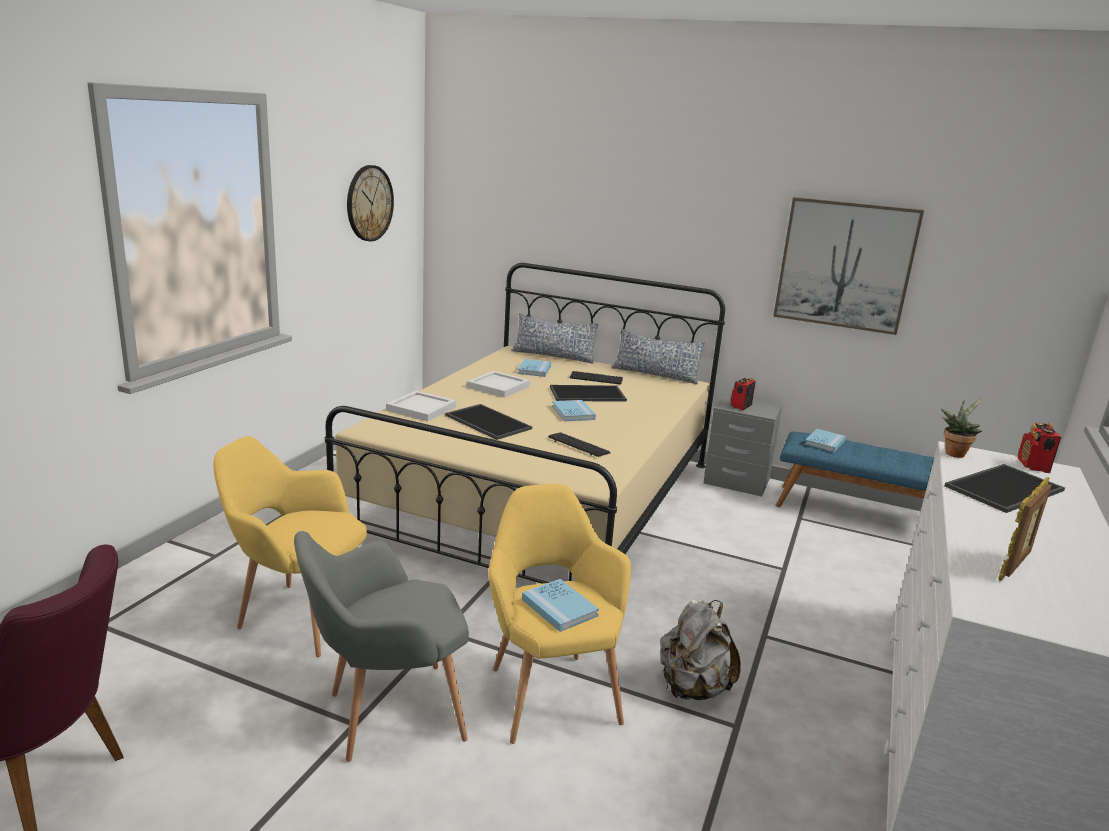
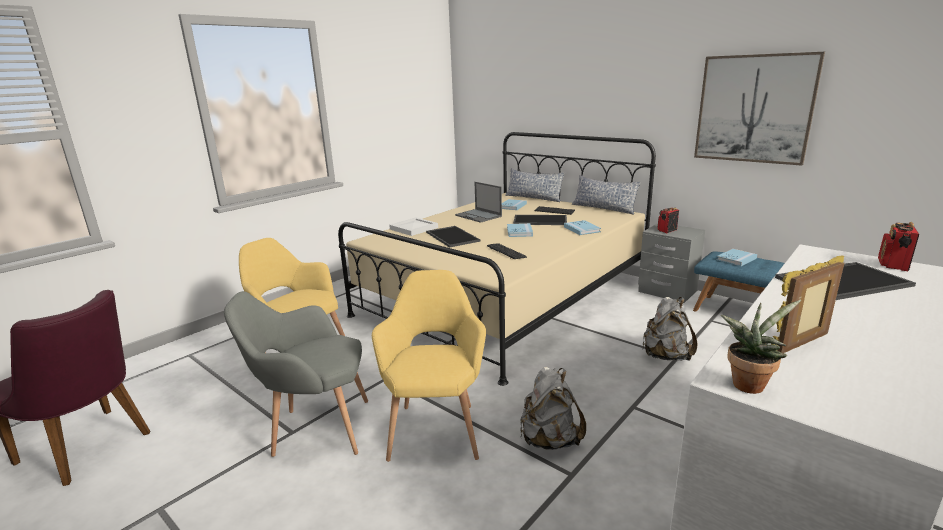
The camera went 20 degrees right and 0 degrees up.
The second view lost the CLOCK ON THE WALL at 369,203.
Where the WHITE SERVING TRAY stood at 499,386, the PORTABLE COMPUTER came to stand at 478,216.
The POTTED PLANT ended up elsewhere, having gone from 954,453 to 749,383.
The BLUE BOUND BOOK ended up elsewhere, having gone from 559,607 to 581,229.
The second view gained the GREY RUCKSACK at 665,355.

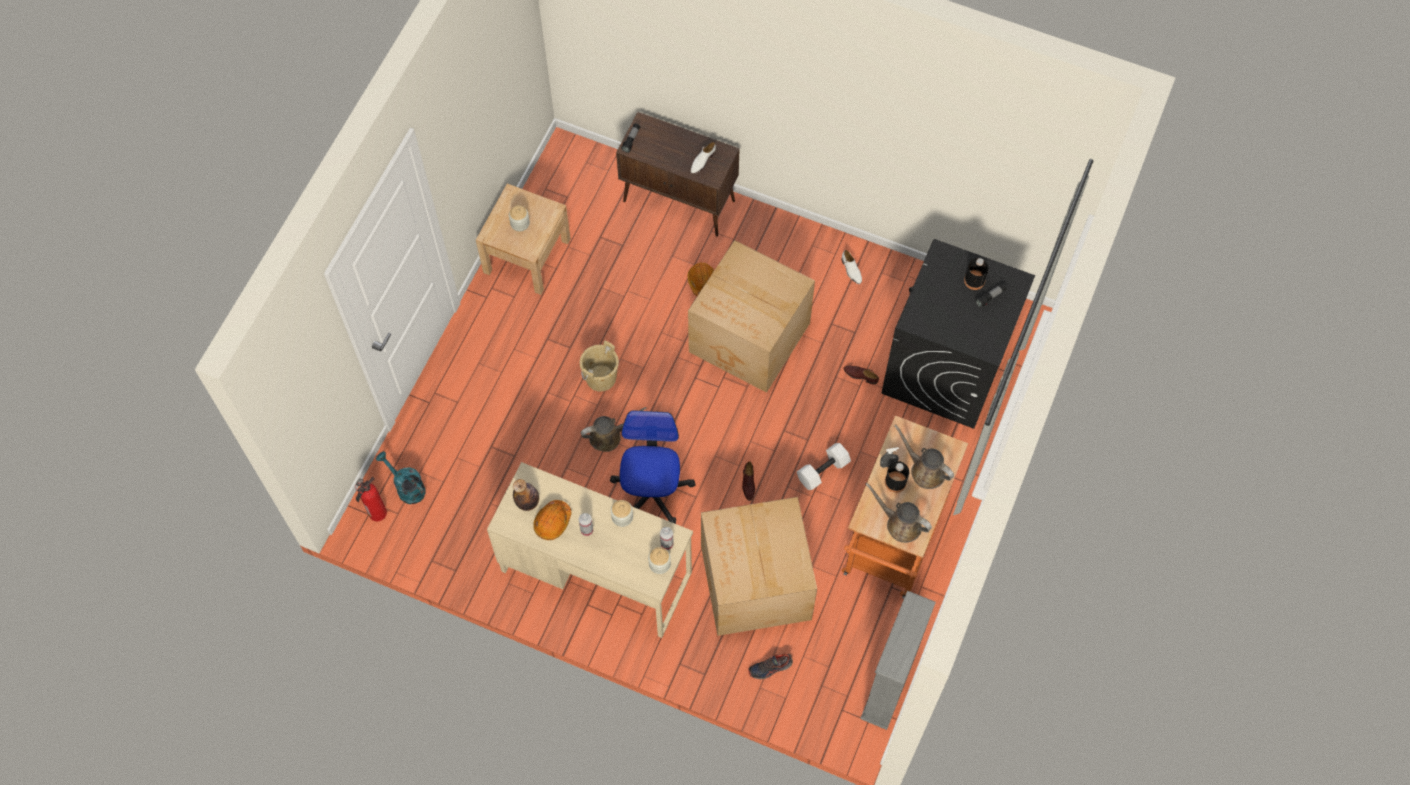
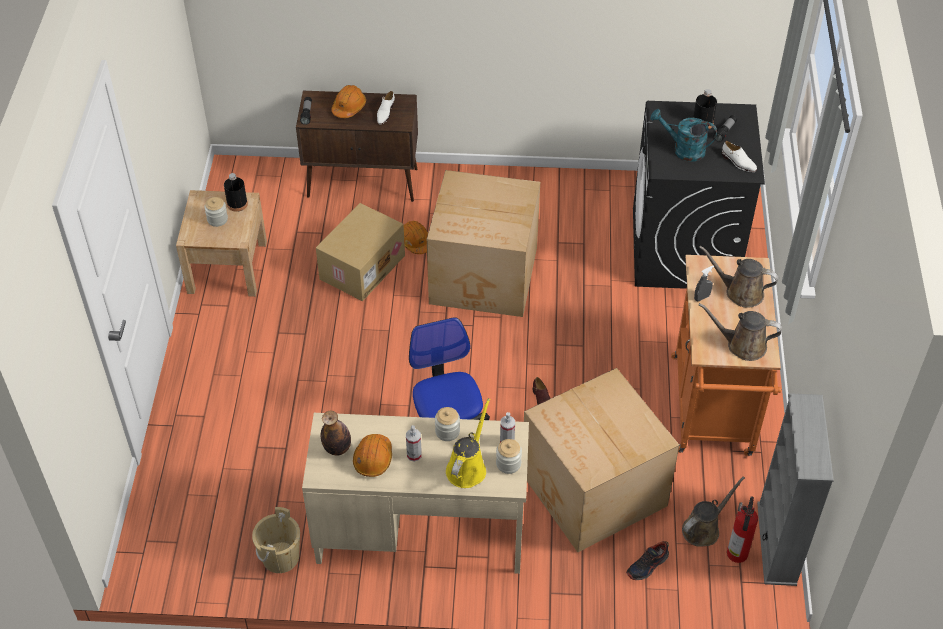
The camera went 20 degrees left and 15 degrees down.
The WHITE LOW SHOE ended up elsewhere, having gone from 851,270 to 738,162.
The BEIGE-COLOURED BUCKET ended up elsewhere, having gone from 601,377 to 280,557.
The second view lost the BROWN LOW SHOE at 860,375.
The BROWN WATERING CAN ended up elsewhere, having gone from 608,436 to 703,528.
The second view lost the WHITE DUMBBELL at 823,470.
The TURQUOISE-COLOURED WATERING CAN ended up elsewhere, having gone from 407,487 to 683,149.
The BLACKISH DRINK BOTTLE ended up elsewhere, having gone from 895,482 to 237,204.
The EXTINGUISHER ended up elsewhere, having gone from 376,514 to 737,555.
The second view gained the ORANGE-COLOURED SAFETY HELMET at 349,107.
The second view gained the PACKING BOX at 361,266.
The second view gained the YELLOWISH WATERING CAN at 467,467.

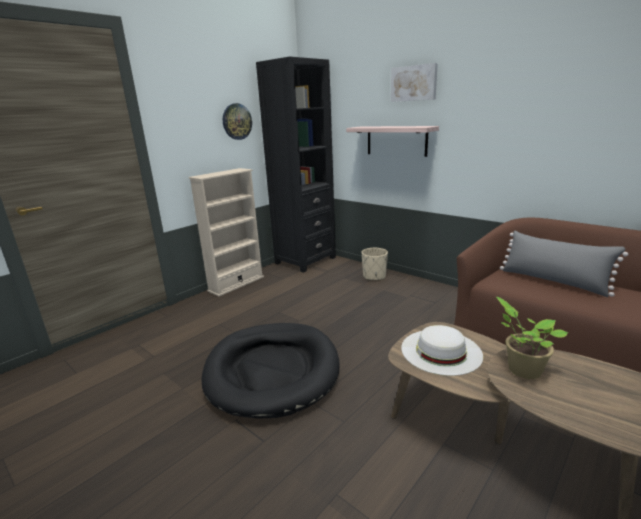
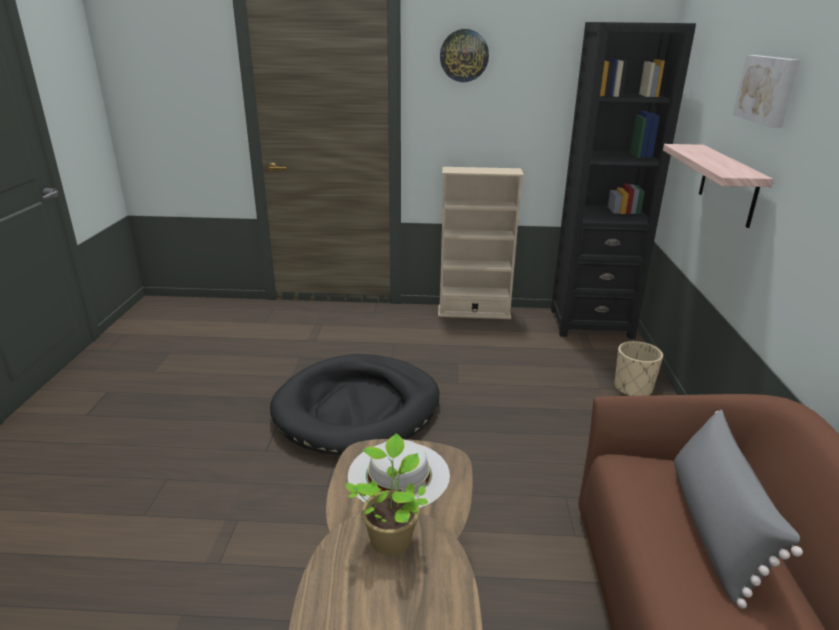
The camera went 50 degrees right and 5 degrees up.
The CLOCK ON THE WALL ended up elsewhere, having gone from 237,121 to 464,55.

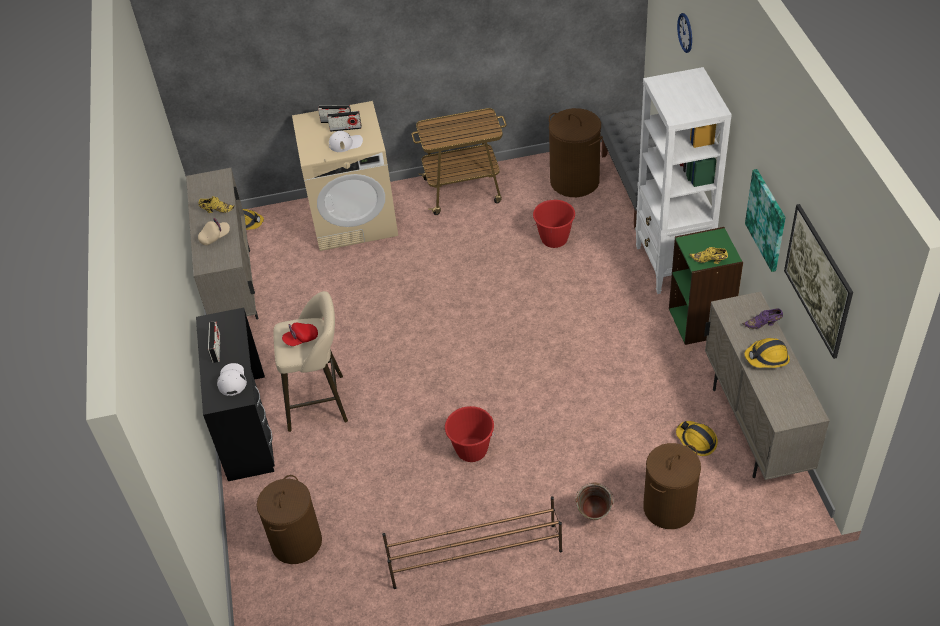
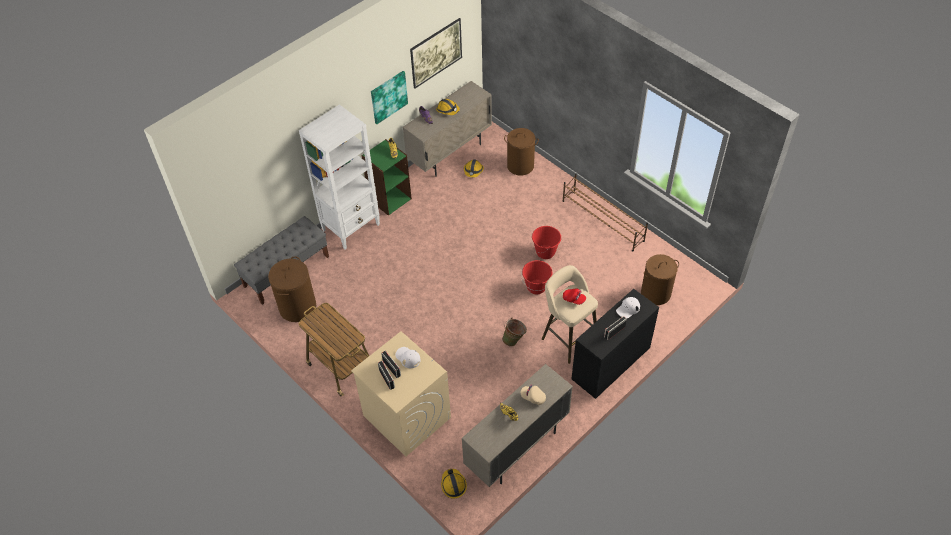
The camera went 125 degrees left and 5 degrees up.
The second view lost the CLOCK ON THE WALL at 685,32.
The RED-COLOURED BUCKET ended up elsewhere, having gone from 554,239 to 536,287.
The GREEN-COLOURED BUCKET ended up elsewhere, having gone from 593,518 to 514,340.

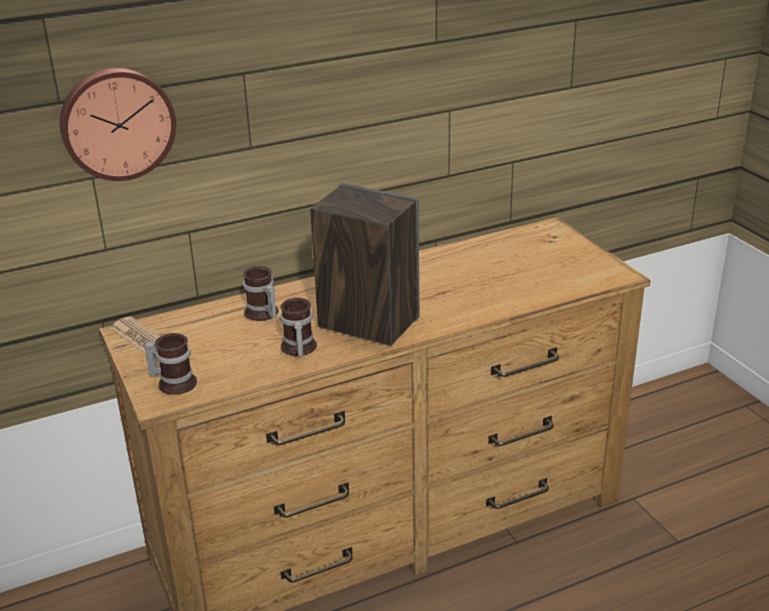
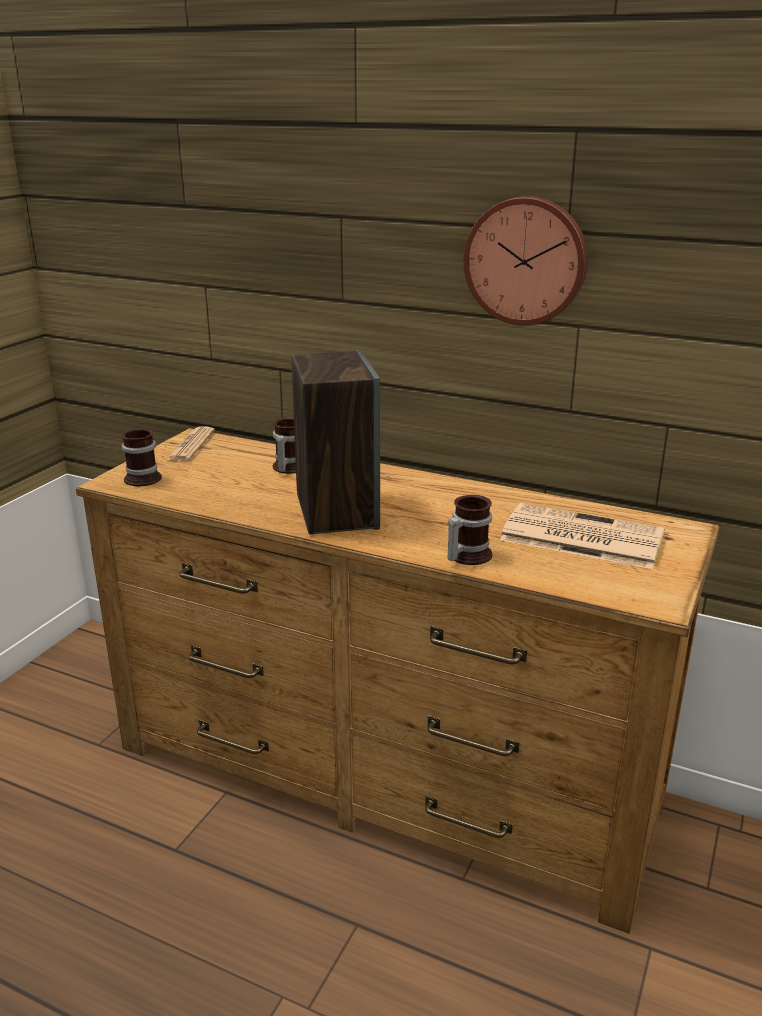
The camera went 50 degrees right and 5 degrees down.
The CLOCK ON THE WALL ended up elsewhere, having gone from 117,123 to 526,260.
The COFFEE MUG ended up elsewhere, having gone from 297,348 to 465,555.
The second view gained the DAILY PAPER at 579,537.

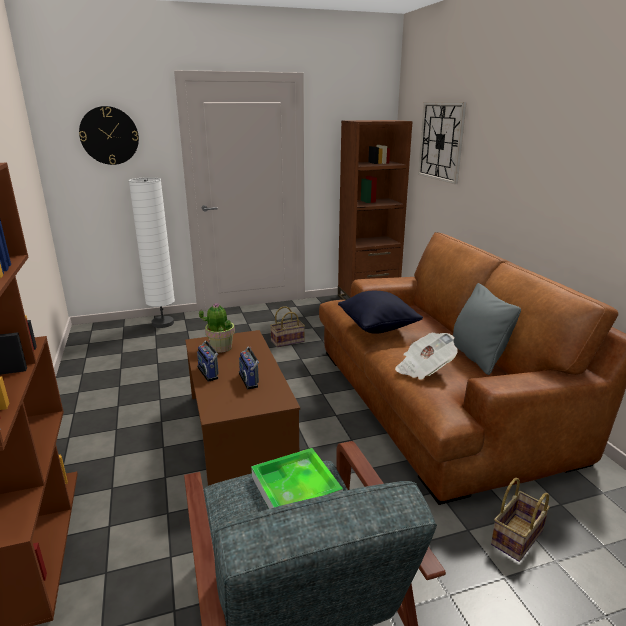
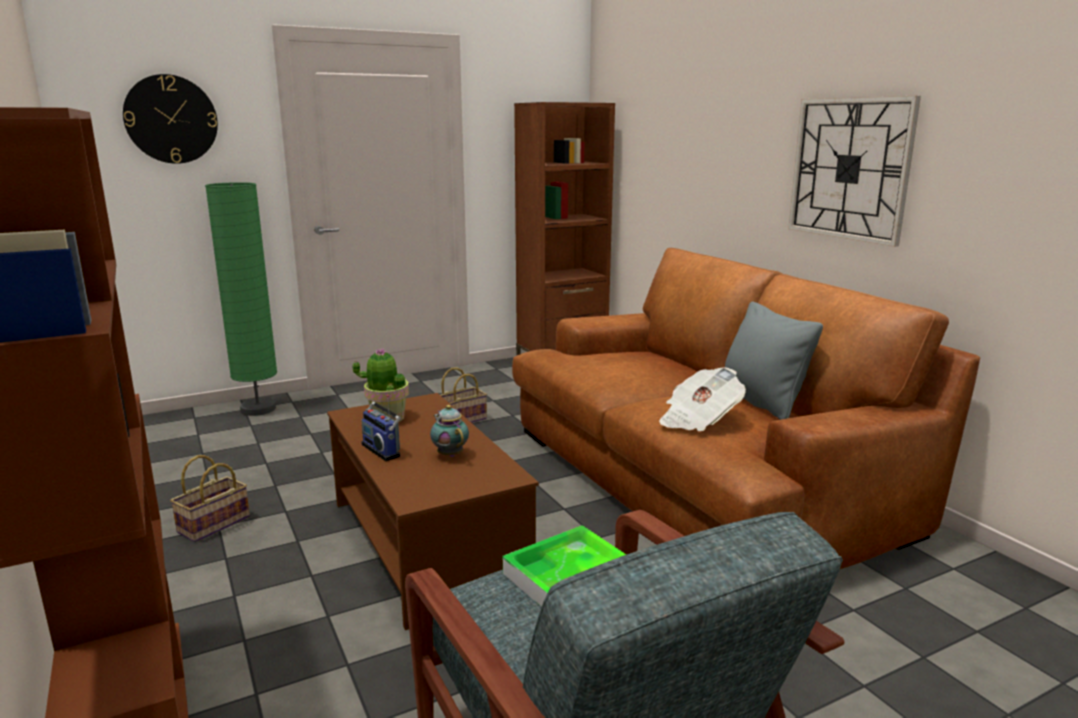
The camera went 10 degrees left and 5 degrees down.
The CLOCK ON THE WALL ended up elsewhere, having gone from 441,141 to 849,169.
What was the WHITE FLOOR LAMP at 163,323 turned into the GREEN-COLOURED FLOOR LAMP at 258,409.
The second view lost the BLACKISH CUSHION at 378,327.
Where the RADIO SET stood at 250,380, the POT FOR TEA came to stand at 450,454.
The HOUSEHOLD BASKET ended up elsewhere, having gone from 517,539 to 213,525.

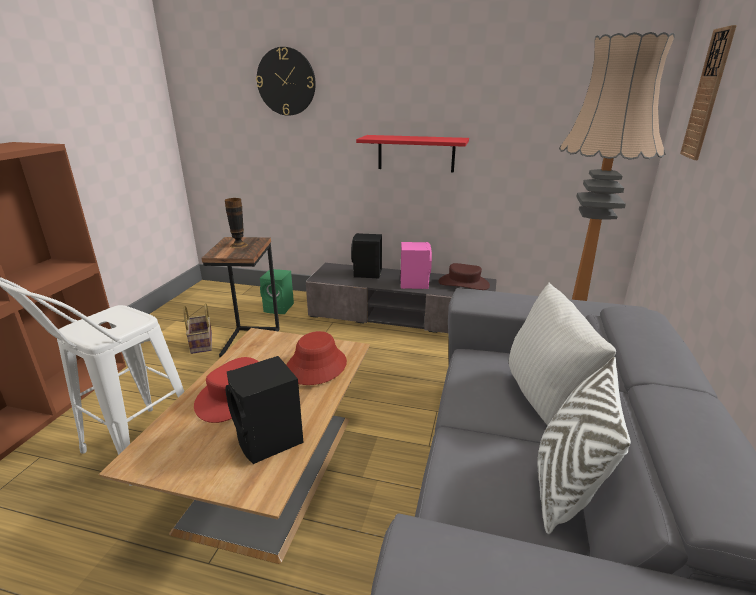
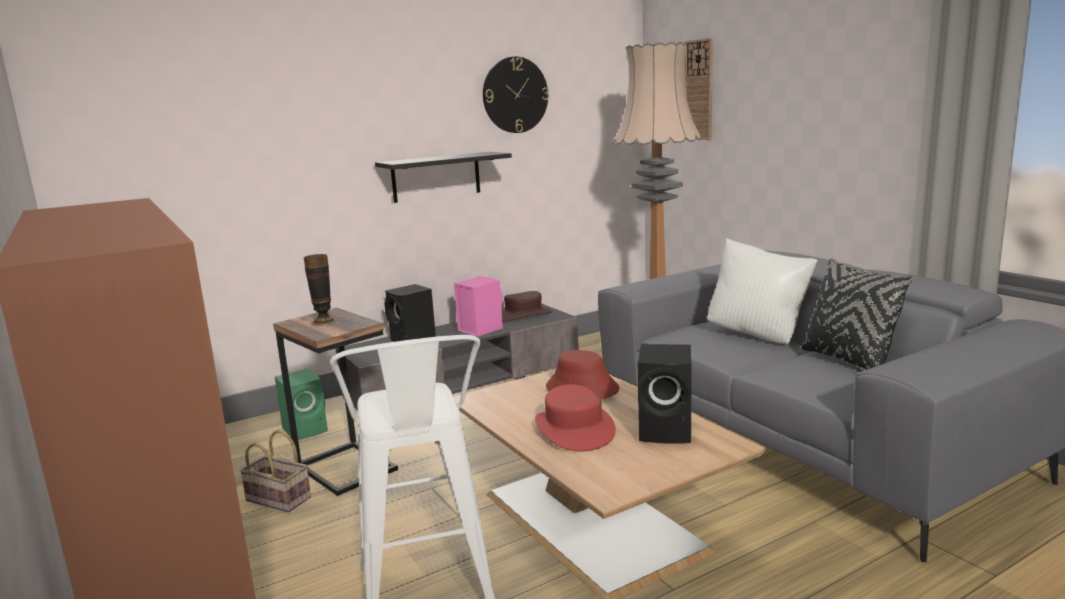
The camera went 45 degrees left and 10 degrees down.
The CLOCK ON THE WALL ended up elsewhere, having gone from 286,82 to 515,95.
What was the RED-COLOURED BRACKET SHELF at 416,153 turned into the BLACKISH BRACKET SHELF at 436,177.
What was the WHITE CUSHION at 565,487 turned into the BLACKISH CUSHION at 848,360.

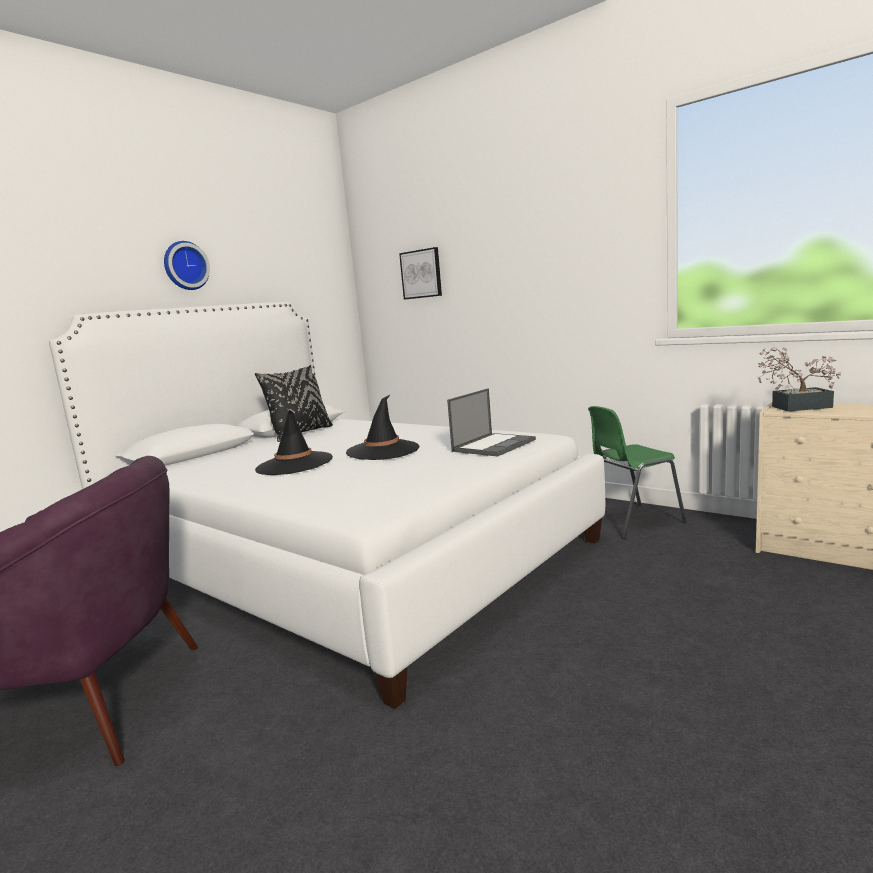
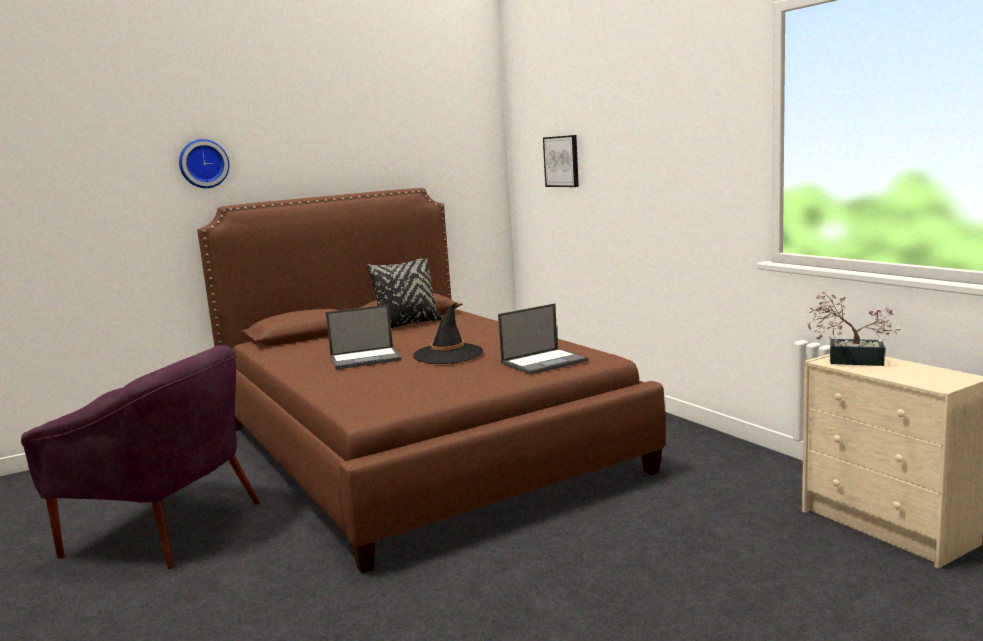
The camera went 20 degrees right and 0 degrees up.
The CLOCK ON THE WALL ended up elsewhere, having gone from 185,266 to 203,164.
What was the WHITE BEDROOM BED at 343,554 turned into the BROWN BEDROOM BED at 418,447.
The second view lost the GREEN-COLOURED CHAIR at 631,521.
Where the BLACKISH WEARABLE HAT stood at 294,464, the PORTABLE COMPUTER came to stand at 366,358.

